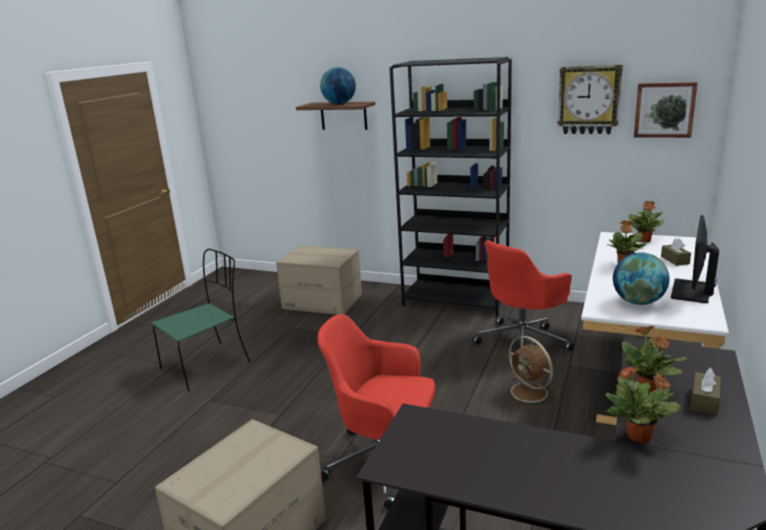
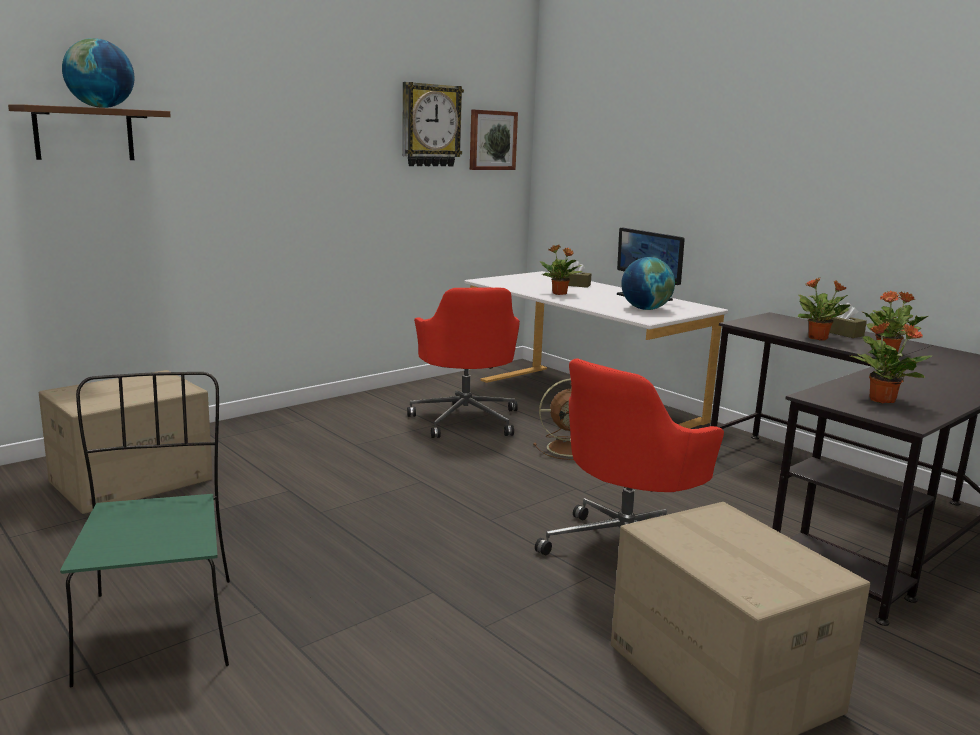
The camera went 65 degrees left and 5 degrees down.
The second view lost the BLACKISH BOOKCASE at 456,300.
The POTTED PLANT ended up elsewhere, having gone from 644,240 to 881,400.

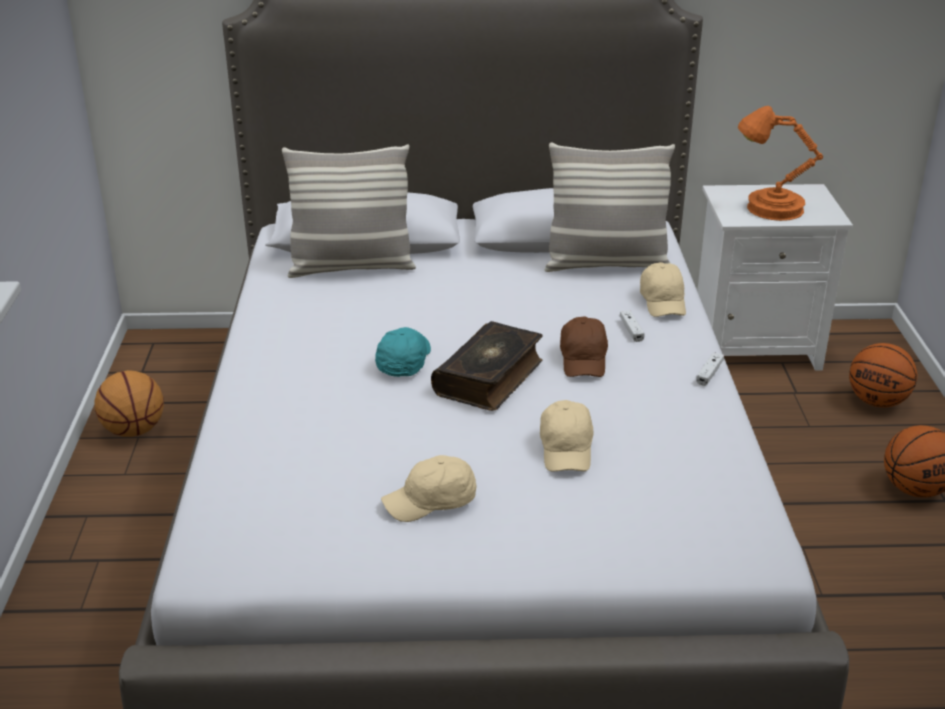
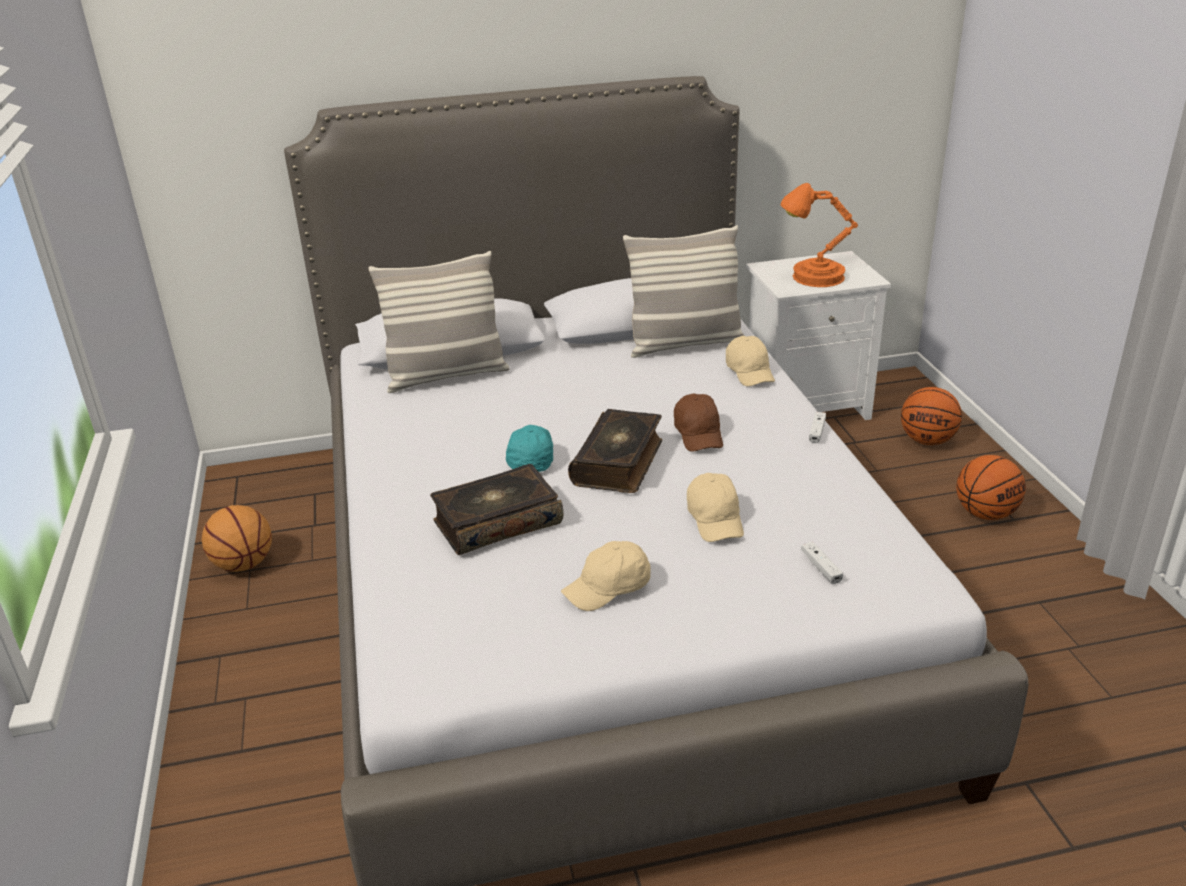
The camera went 10 degrees left and 0 degrees up.
The WHITE JOYPAD ended up elsewhere, having gone from 631,330 to 821,568.
The second view gained the BOUND BOOK at 497,522.

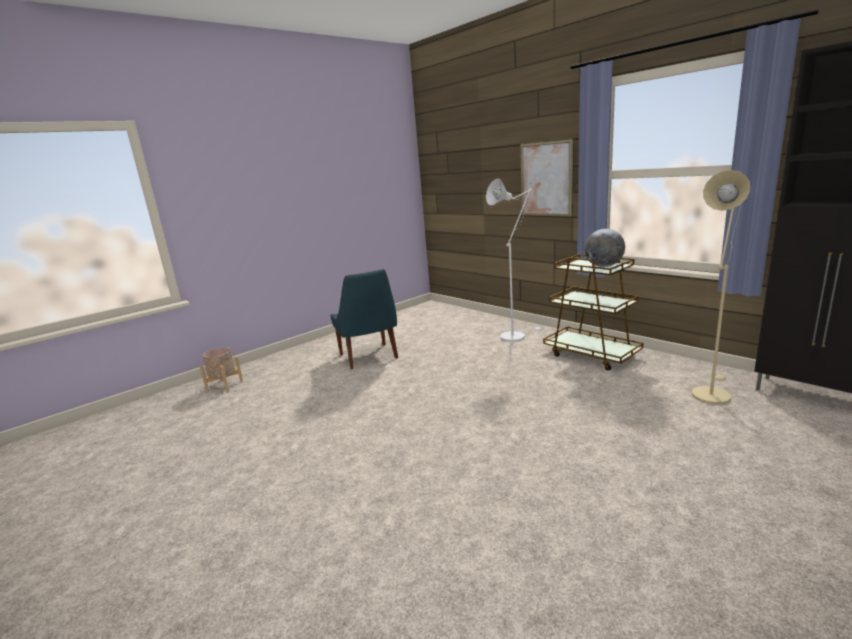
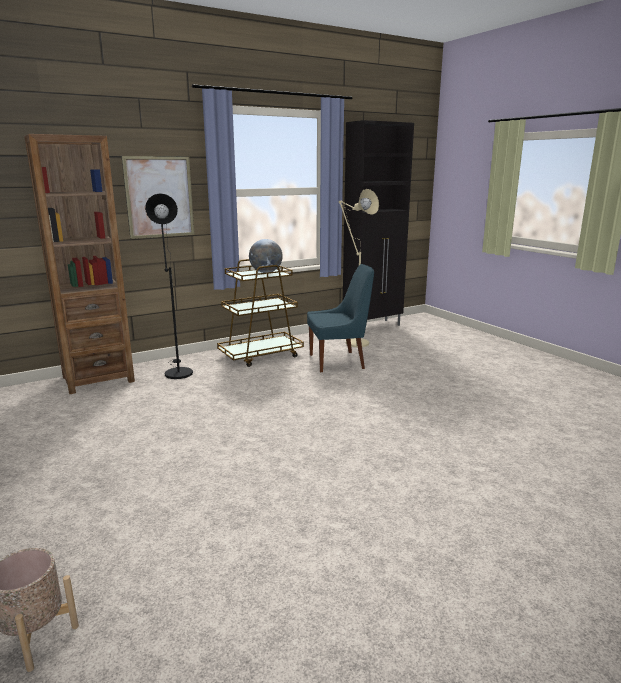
The camera went 80 degrees left and 0 degrees up.
What was the WHITE FLOOR LAMP at 516,335 turned into the BLACKISH FLOOR LAMP at 177,372.
The BLUE CHAIR ended up elsewhere, having gone from 369,357 to 339,361.
The second view gained the BROWN BOOKCASE at 98,379.

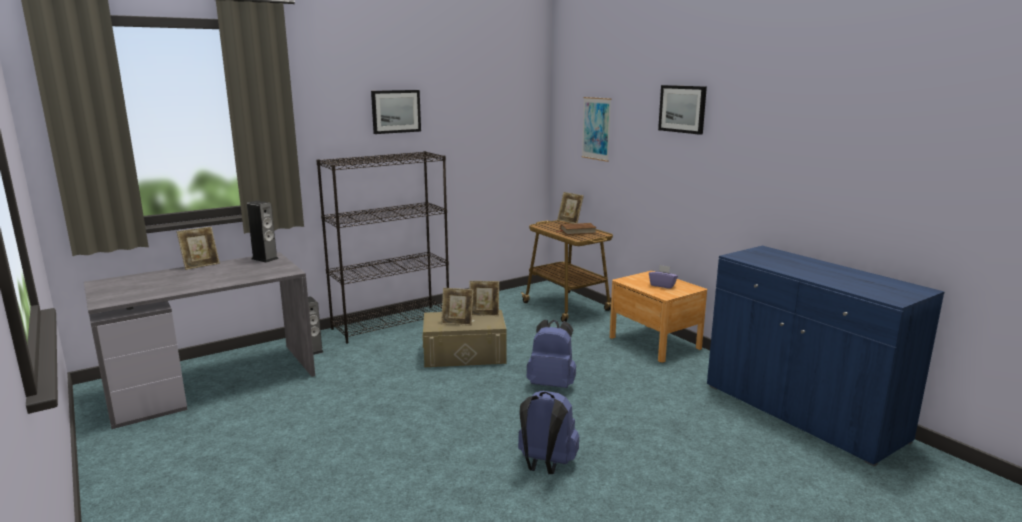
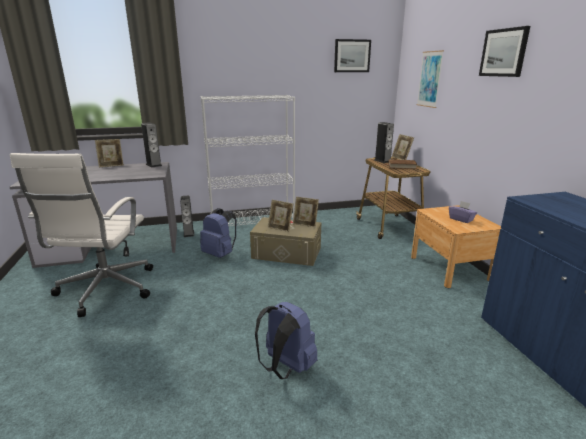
The camera went 20 degrees right and 5 degrees up.
The WALL PICTURE ended up elsewhere, having gone from 396,111 to 352,56.
What was the BLACKISH BOOKCASE at 392,323 turned into the WHITE BOOKCASE at 253,222.
The BLUE RUCKSACK ended up elsewhere, having gone from 552,384 to 220,254.
The second view gained the AUDIO SPEAKER at 382,161.
The second view gained the WHITE DESK CHAIR at 105,290.

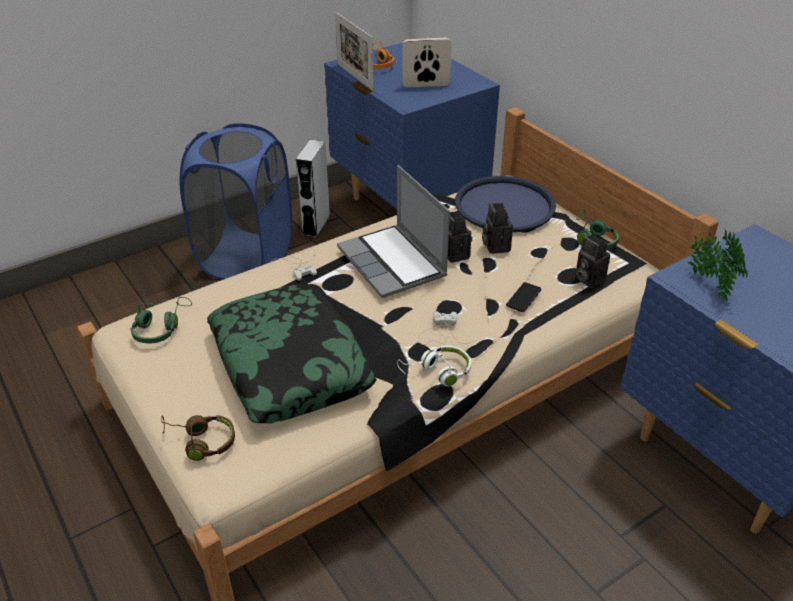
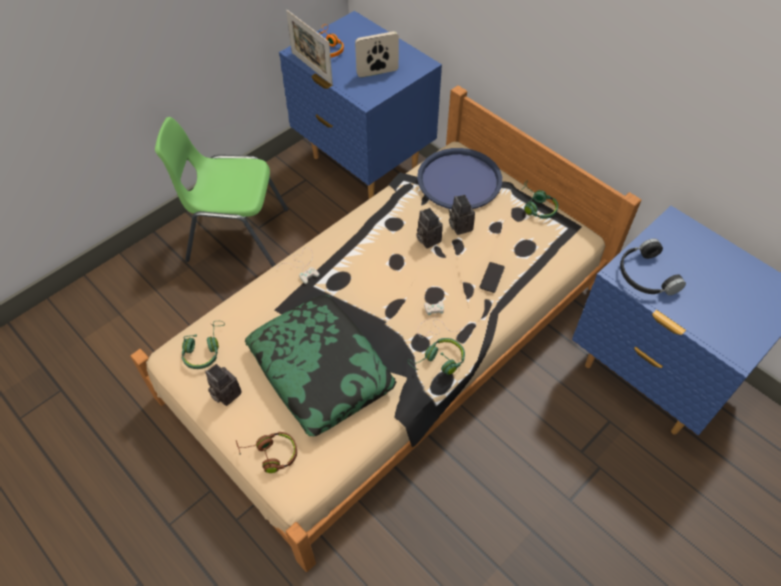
The camera went 10 degrees left and 15 degrees up.
Where the BLUE LAUNDRY BASKET stood at 246,258, the GREEN-COLOURED CHAIR came to stand at 236,235.
The second view lost the GREY AUDIO SPEAKER at 316,224.
The second view lost the PORTABLE COMPUTER at 393,263.
Where the POTTED PLANT stood at 710,285, the BLACKISH HEADPHONES came to stand at 644,276.
The STILL CAMERA ended up elsewhere, having gone from 587,278 to 225,393.
What was the WHITE HEADPHONES at 437,372 turned into the GREEN-COLOURED HEADPHONES at 439,361.

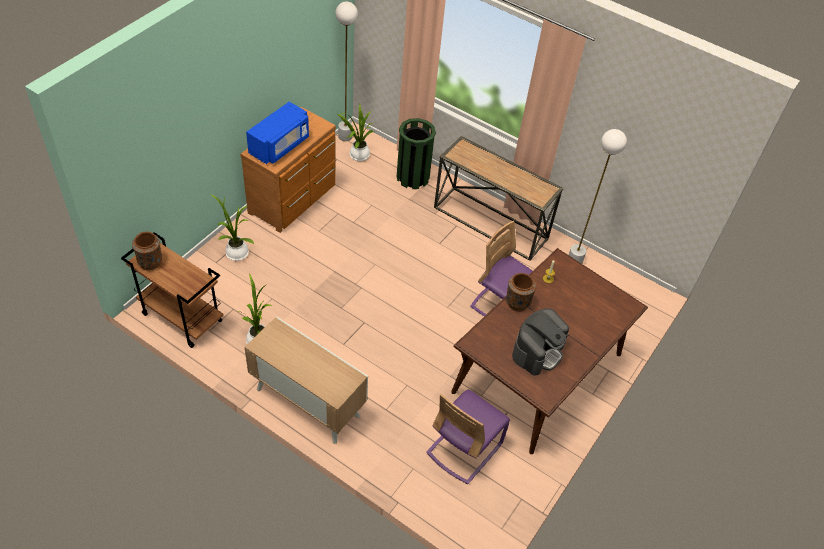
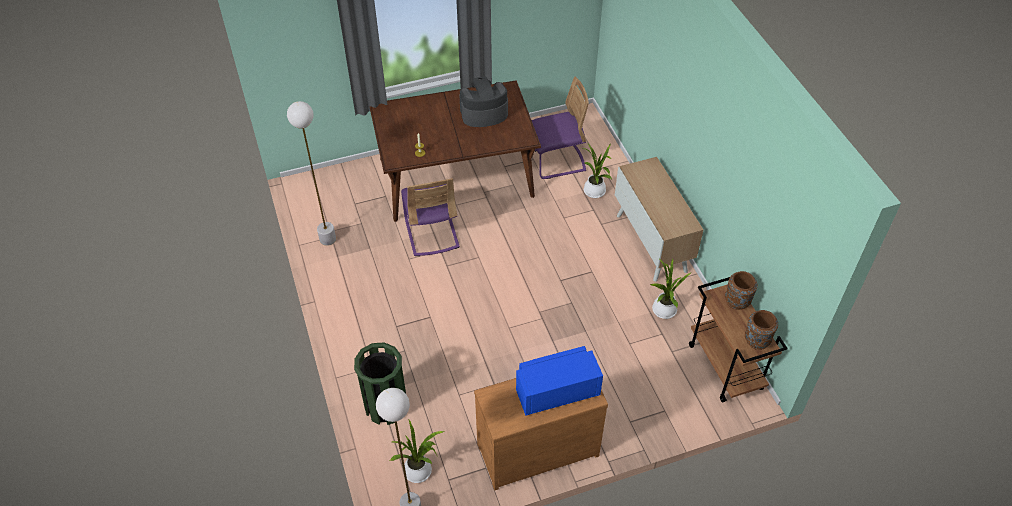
The camera went 140 degrees left and 0 degrees up.
The second view lost the HALL TABLE at 491,222.
The POTTED PLANT ended up elsewhere, having gone from 236,252 to 595,192.
The BROWN VASE ended up elsewhere, having gone from 517,302 to 737,301.

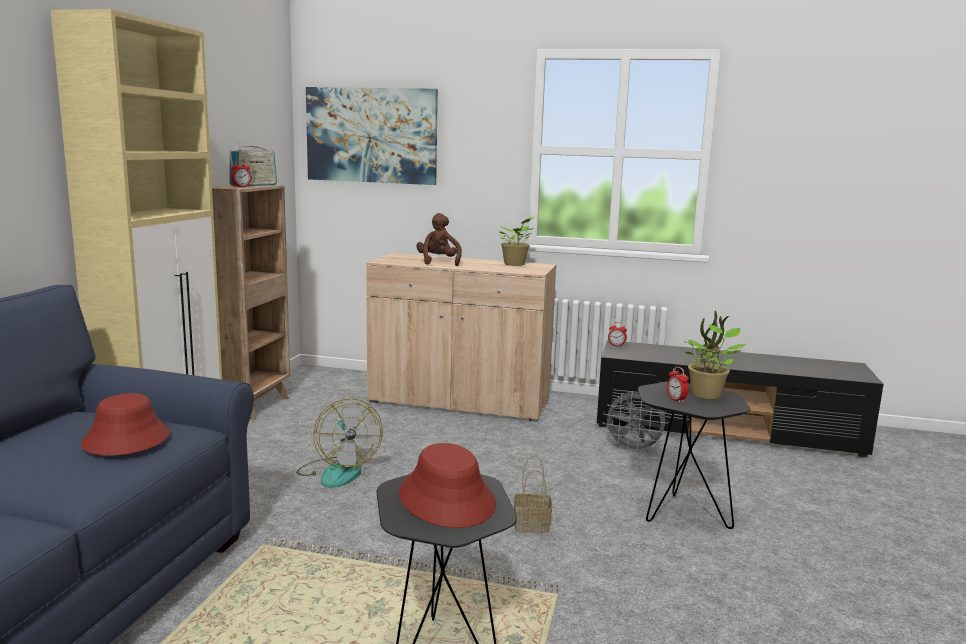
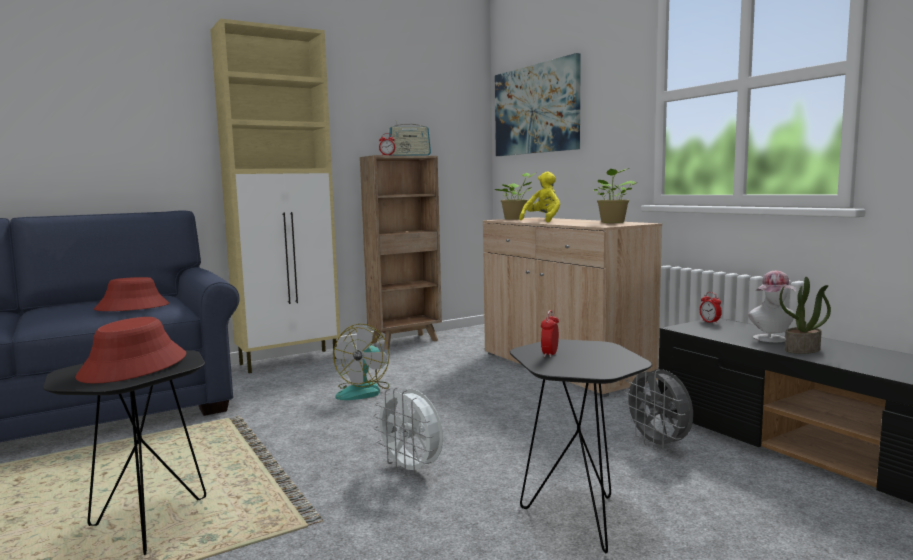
The camera went 45 degrees right and 5 degrees down.
What was the BROWN SOFT TOY at 438,262 turned into the YELLOWISH SOFT TOY at 542,221.
The POTTED PLANT ended up elsewhere, having gone from 707,394 to 516,219.
Where the HOUSEHOLD BASKET stood at 533,525, the WHITE ELECTRIC FAN came to stand at 412,470.
The second view gained the WEARABLE HAT at 772,339.

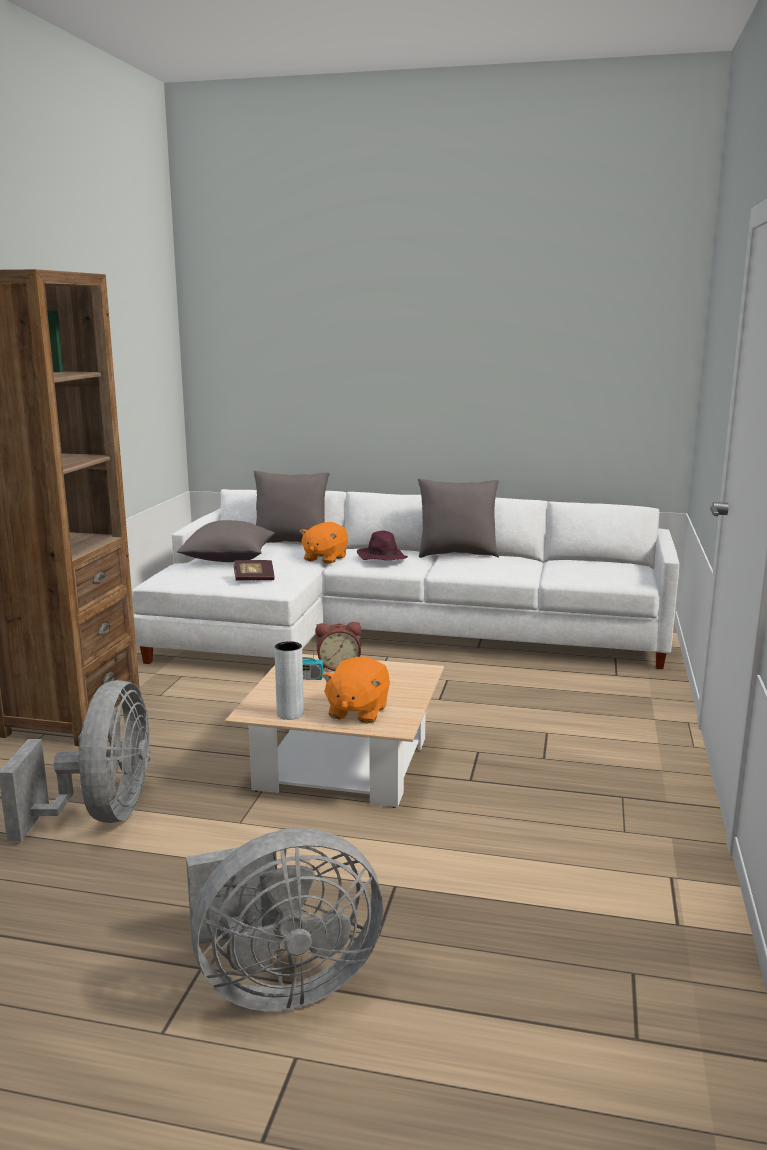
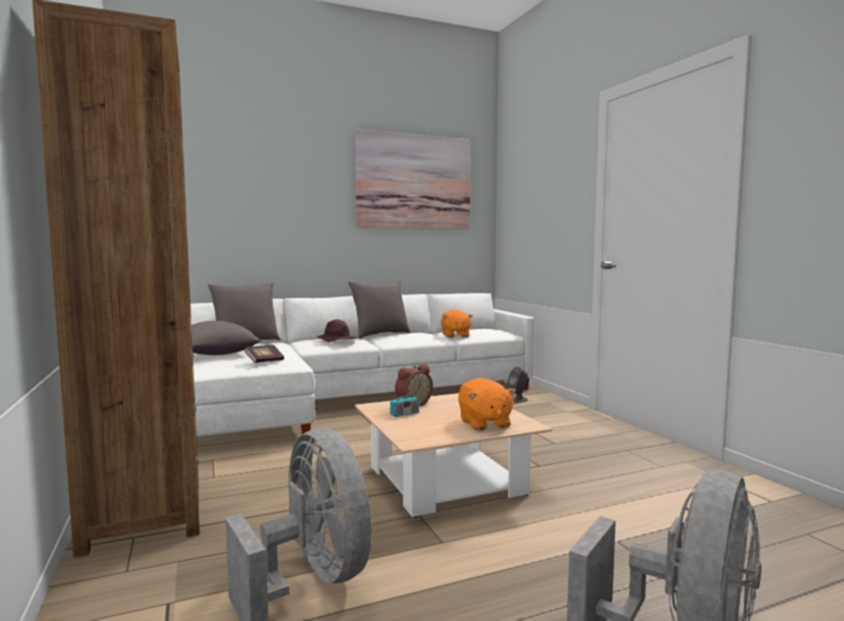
The camera went 35 degrees left and 10 degrees down.
The ORANGE-COLOURED SOFT TOY ended up elsewhere, having gone from 324,558 to 455,335.
The second view lost the GREY VASE at 290,714.
The second view gained the WALL PICTURE at 414,182.
The second view gained the GREY AUDIO SPEAKER at 517,400.

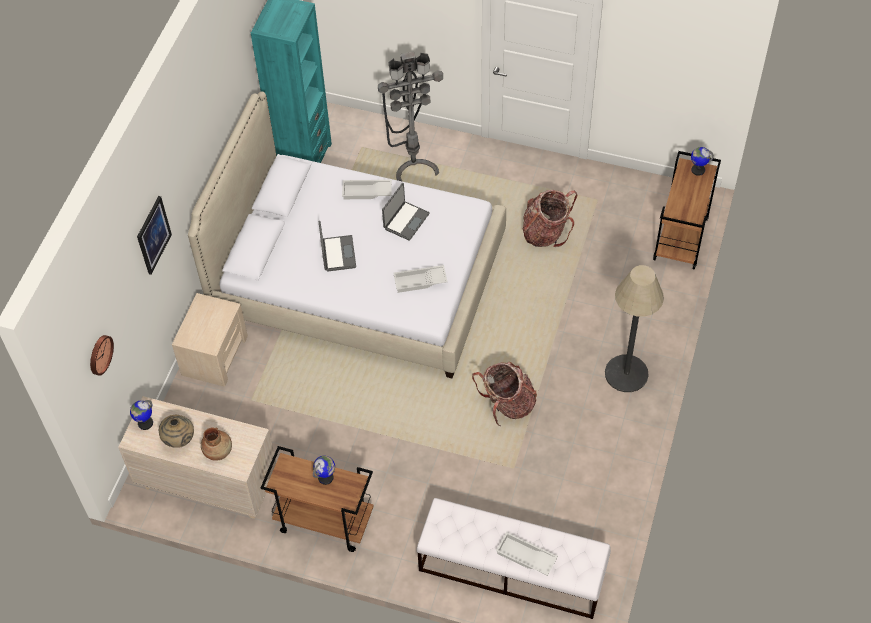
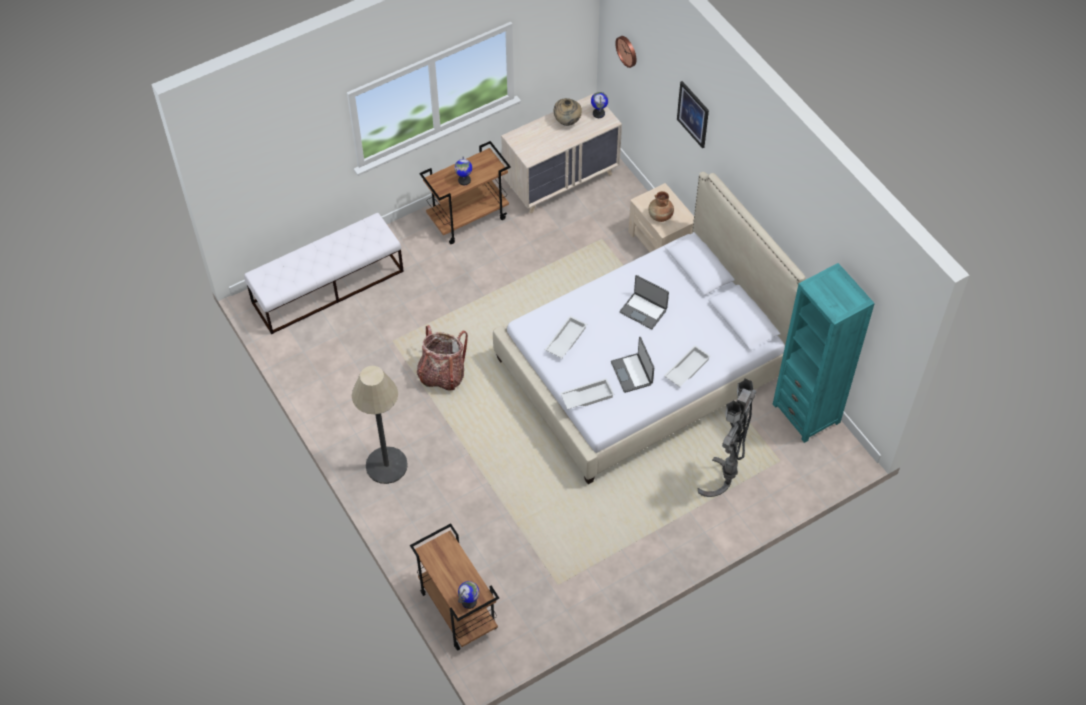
The camera went 130 degrees right and 0 degrees up.
The second view lost the RUCKSACK at 546,232.
The BROWN VASE ended up elsewhere, having gone from 218,451 to 660,216.
The WHITE SERVING TRAY ended up elsewhere, having gone from 525,557 to 587,396.

